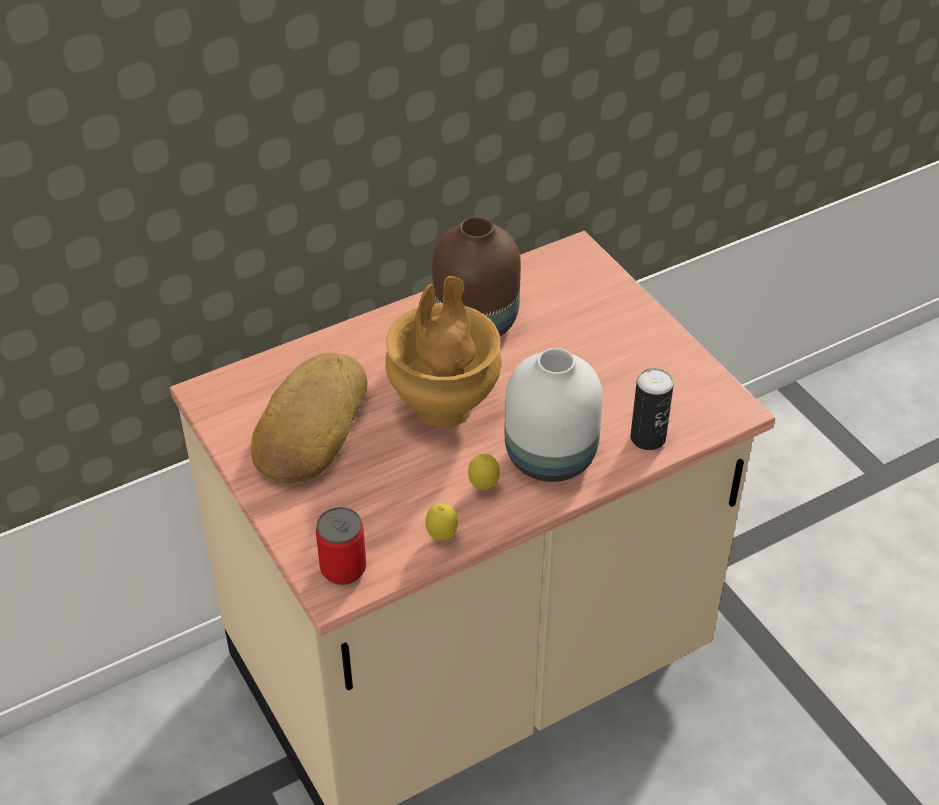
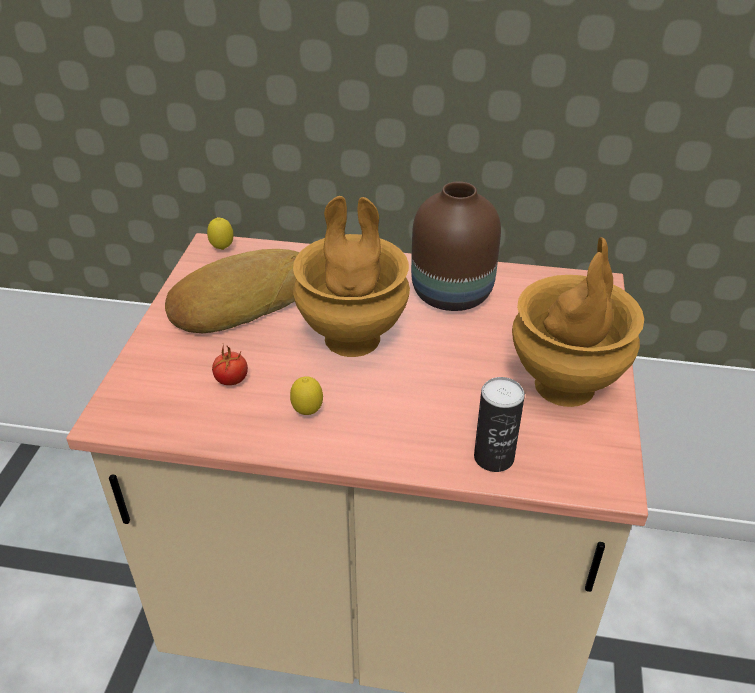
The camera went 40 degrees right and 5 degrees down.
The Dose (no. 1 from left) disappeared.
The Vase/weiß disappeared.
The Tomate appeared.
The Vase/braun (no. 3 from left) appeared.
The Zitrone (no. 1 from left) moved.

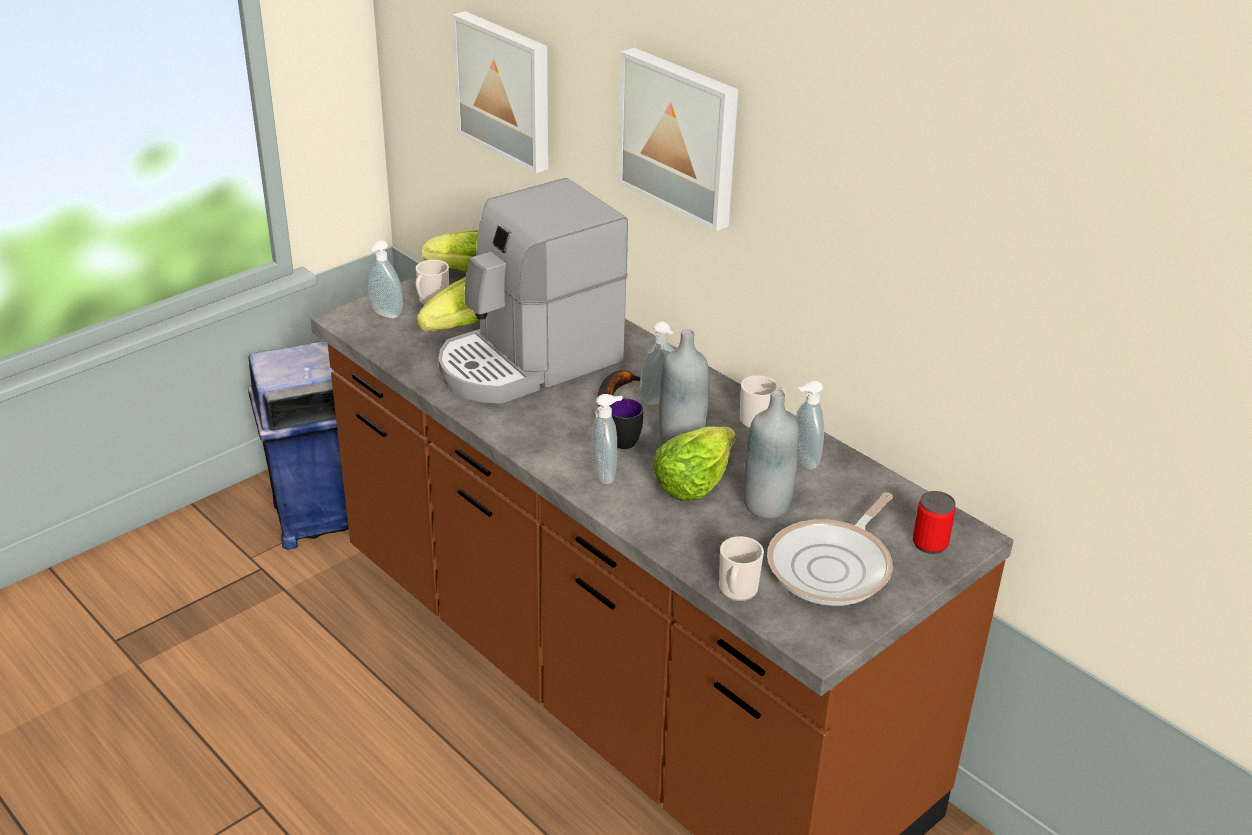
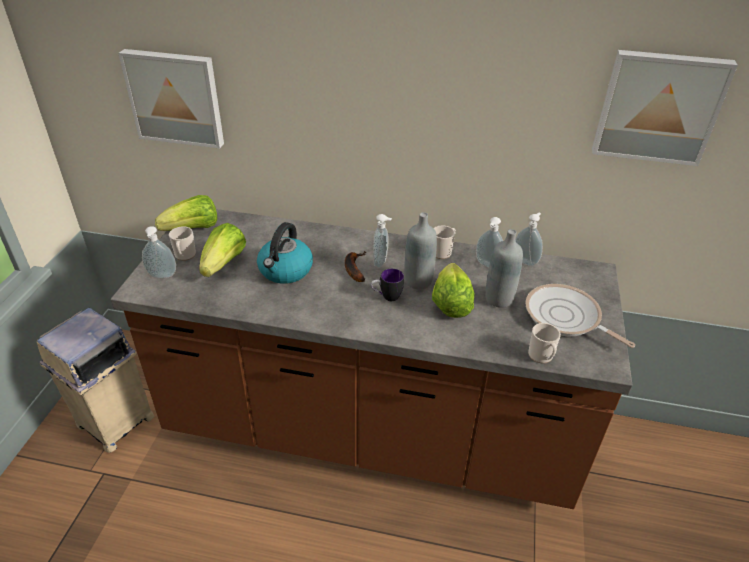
The camera went 35 degrees left and 5 degrees up.
The Dose disappeared.
The Seifenspender (no. 2 from left in the first image) moved.
The Bild (no. 2 from left) moved.
The Kaffeemaschine was replaced by the Wasserkessel.
The Mülleimer/blau became the Mülleimer/beige.
The Pfanne turned 135 degrees clockwise.

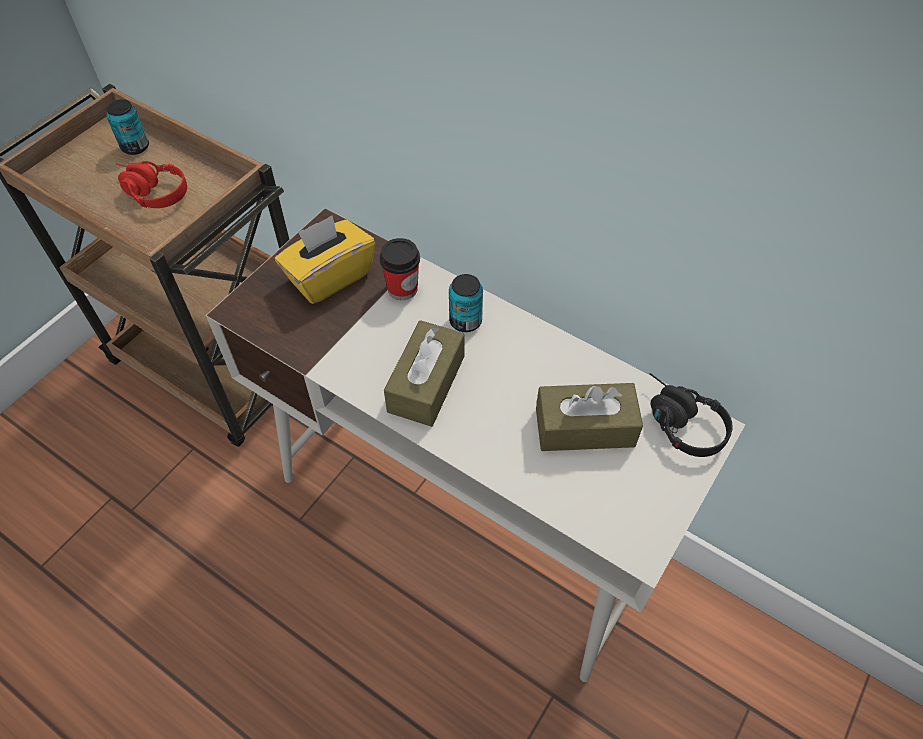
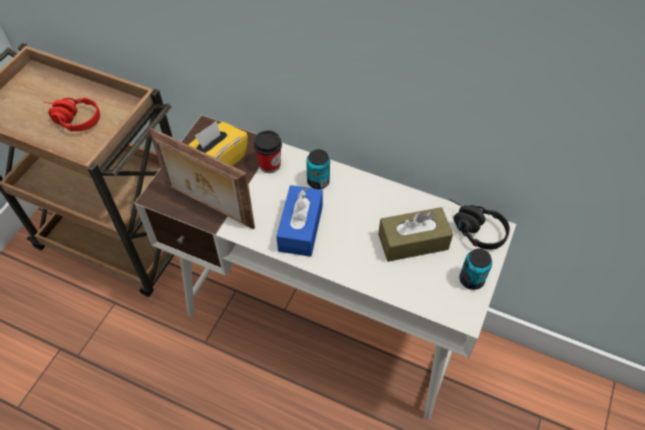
The camera went 10 degrees left and 0 degrees up.
The Bilderrahmen appeared.
The Dose (no. 1 from left in the first image) moved.
The Taschentuchbox/braun (no. 1 from left) became the Taschentuchbox/blau.

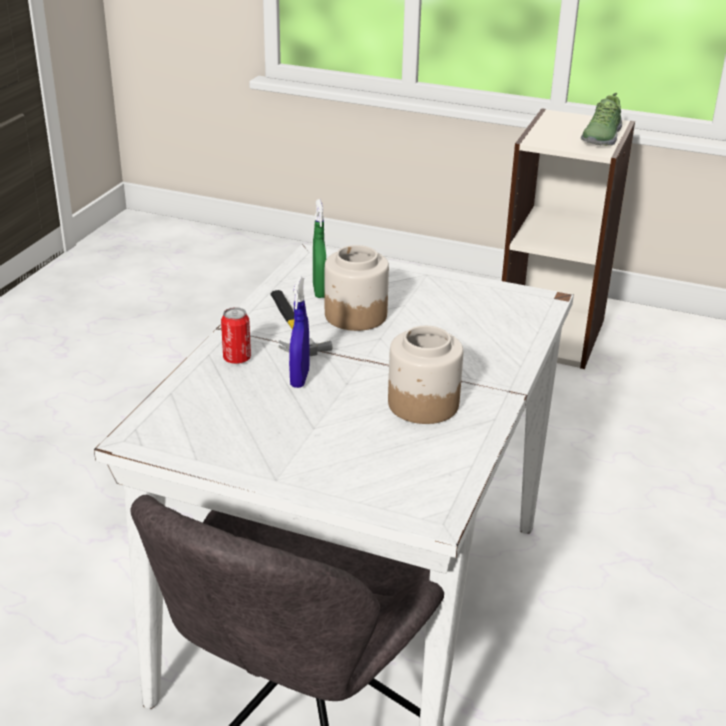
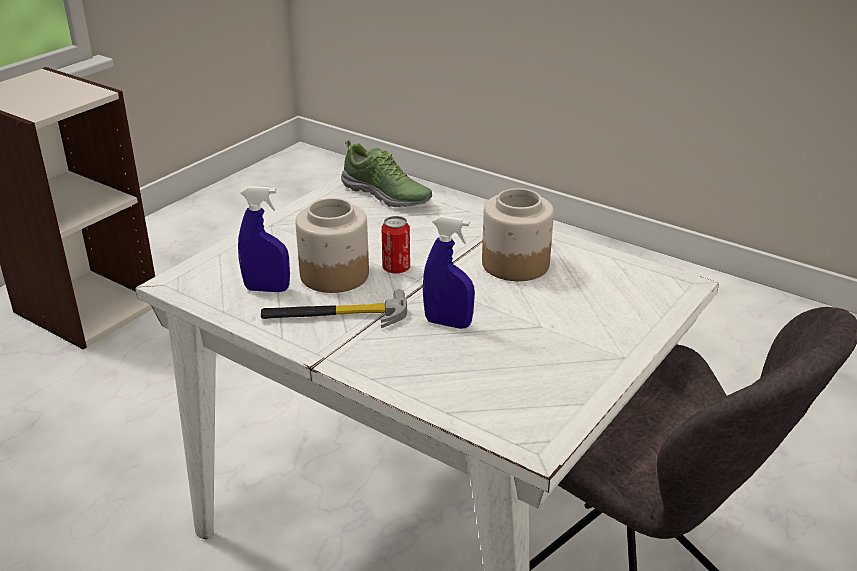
The camera went 75 degrees left and 0 degrees up.
The Dose moved.
The Schuh moved.
The Sprühflasche/grün became the Sprühflasche/blau (no. 1 from left).

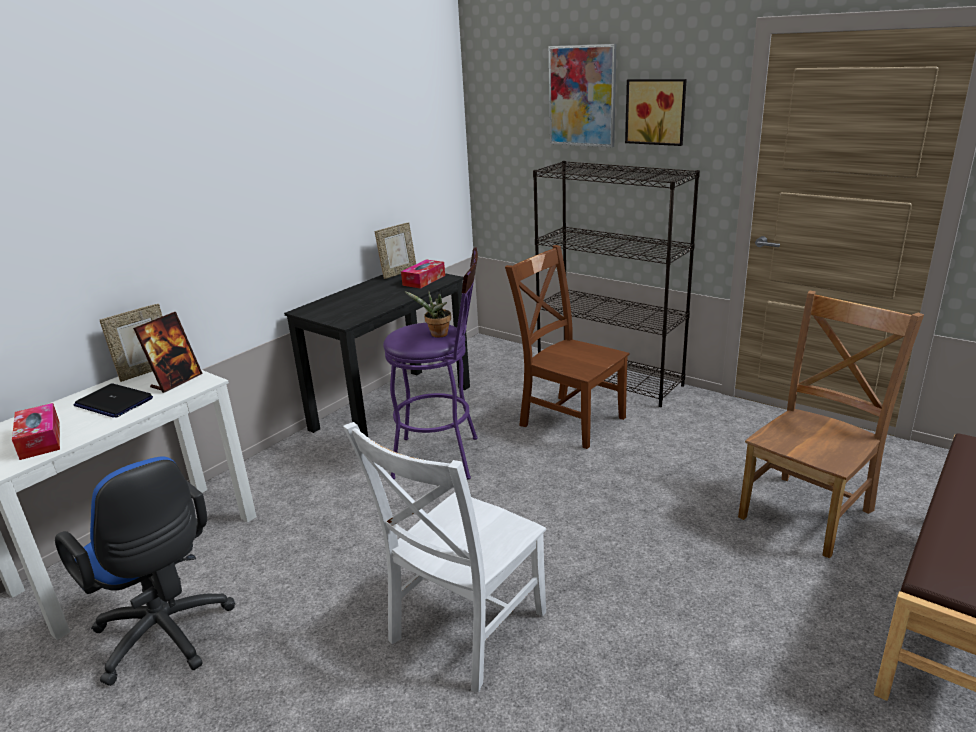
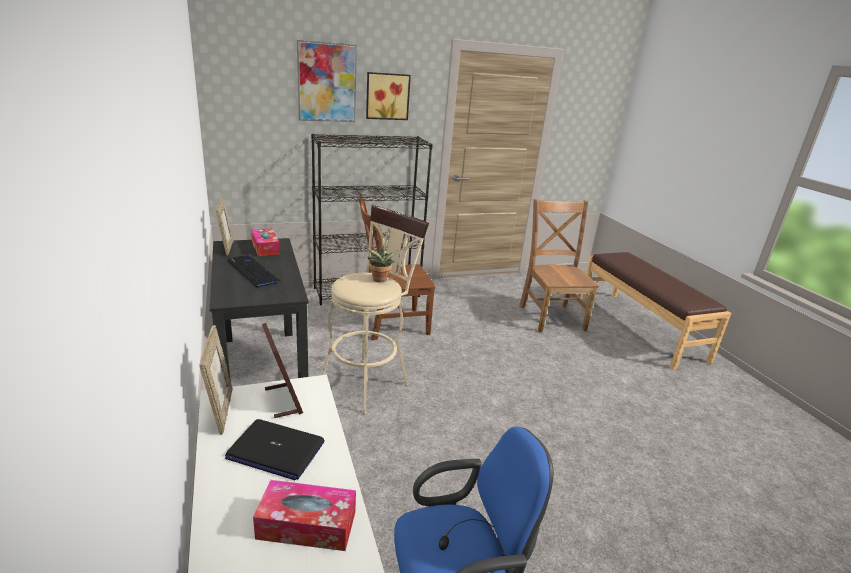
The camera went 60 degrees left and 0 degrees up.
The Stuhl/weiß disappeared.
The Tastatur appeared.
The Hocker/lila became the Hocker/beige.
The Laptop turned 45 degrees clockwise.

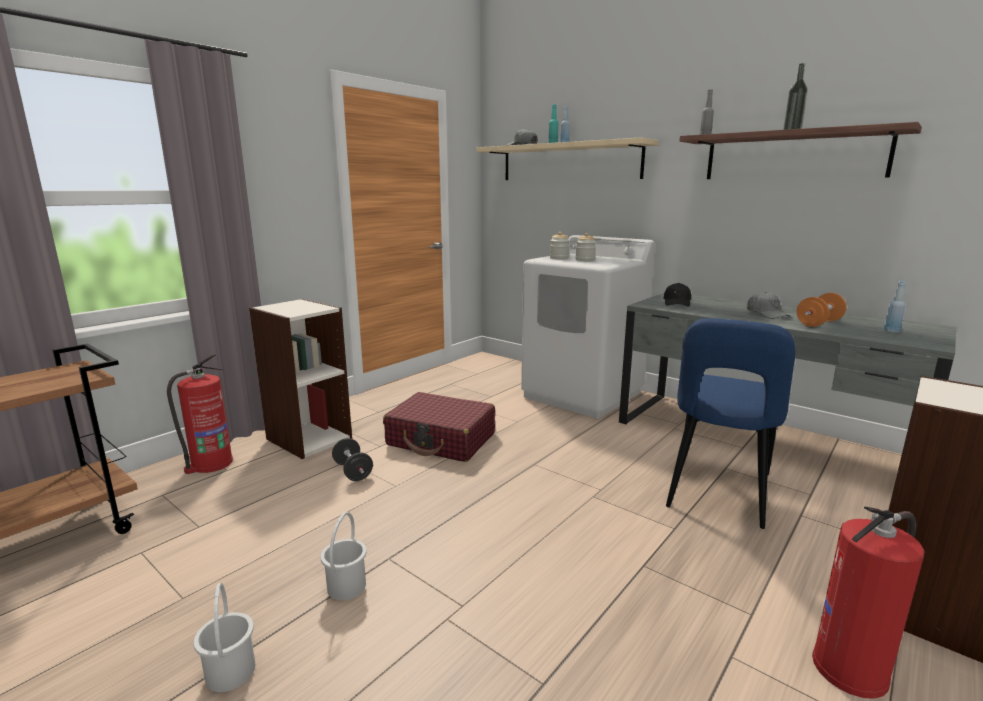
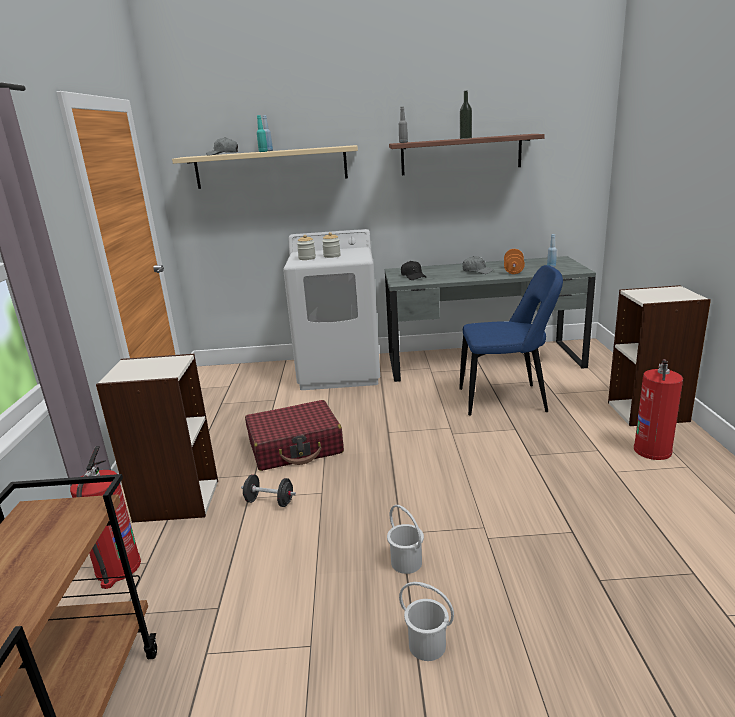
The camera went 40 degrees left and 5 degrees up.
The Stuhl/blau turned 75 degrees counterclockwise.

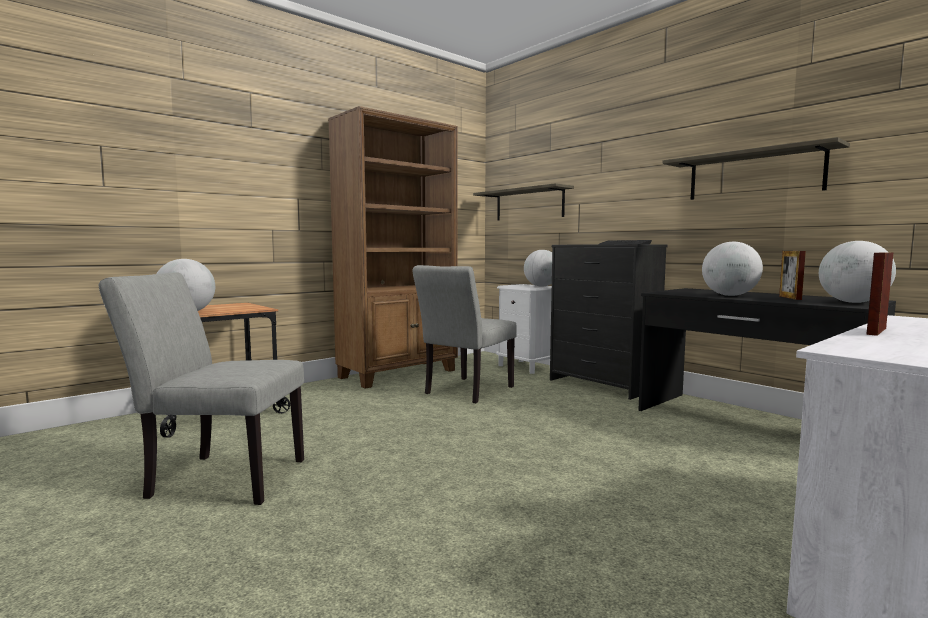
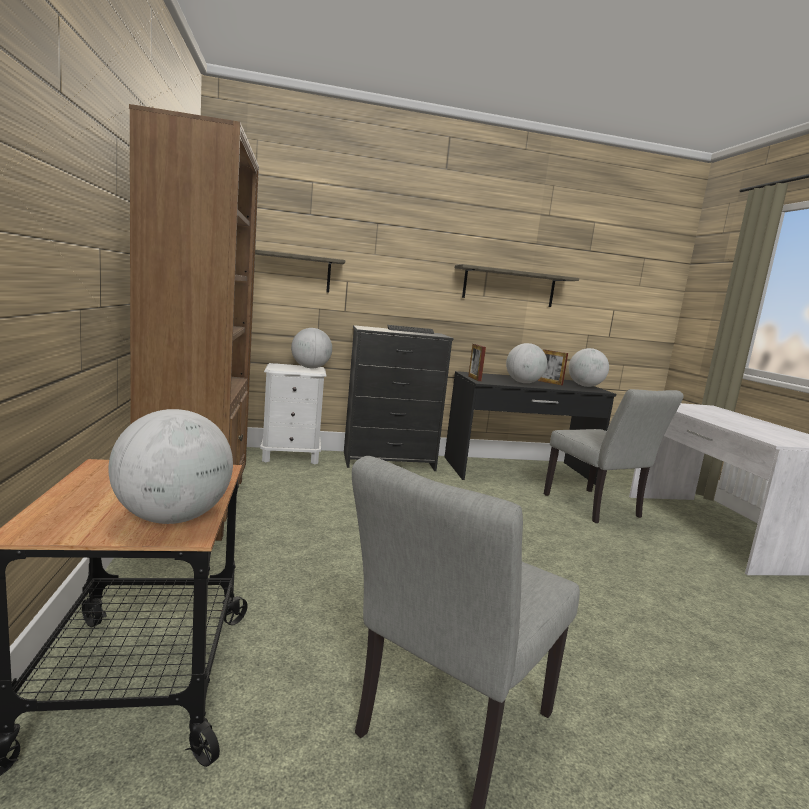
The camera went 60 degrees left and 5 degrees up.
The Stuhl/grau (no. 2 from left) moved.
The Bilderrahmen (no. 2 from left in the first image) moved.

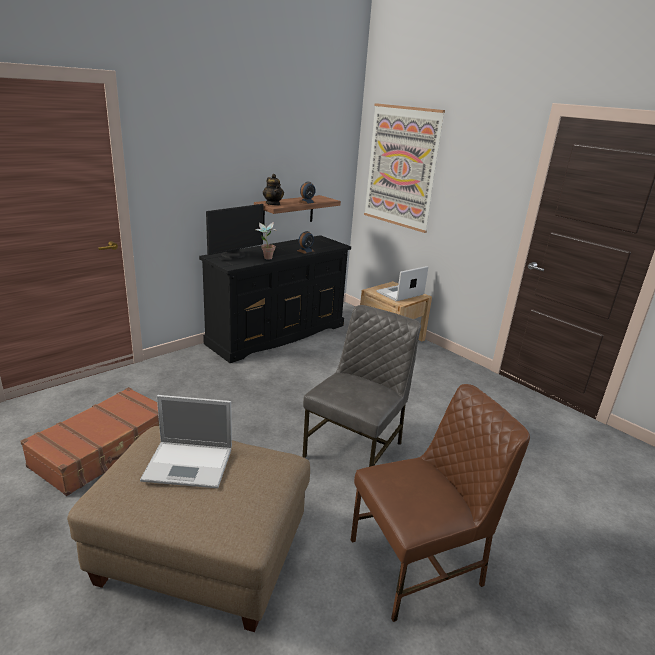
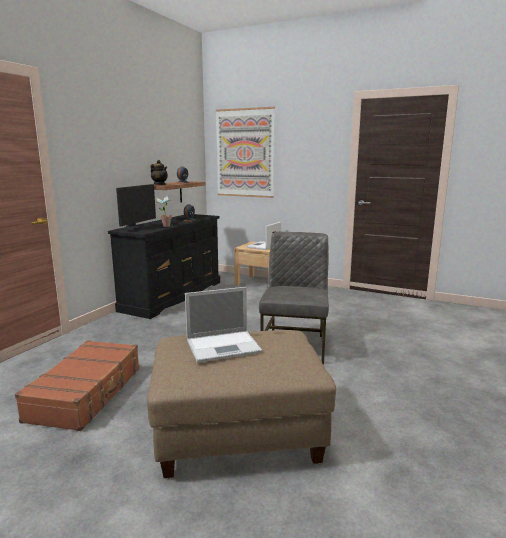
The camera went 20 degrees left and 10 degrees down.
The Stuhl/braun disappeared.

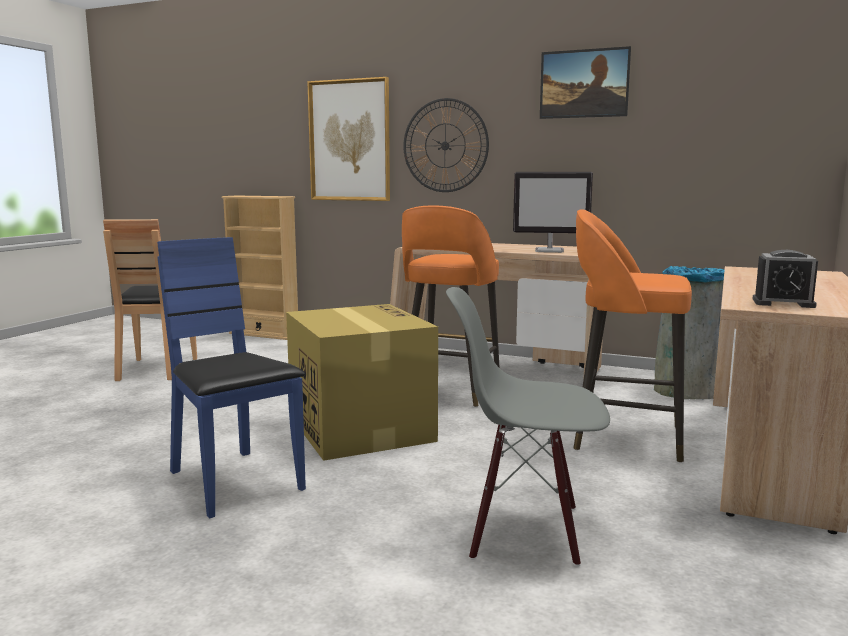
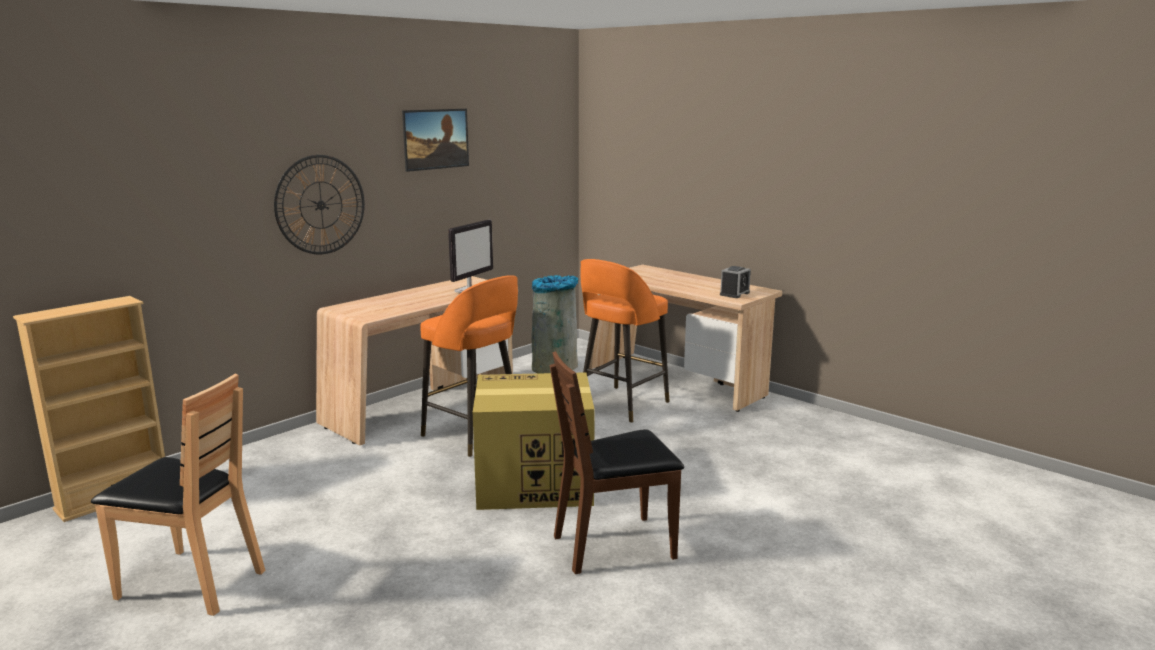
The camera went 70 degrees left and 5 degrees up.
The Bild (no. 1 from left) disappeared.
The Stuhl/grau disappeared.
The Stuhl/blau became the Stuhl/braun (no. 2 from left).

